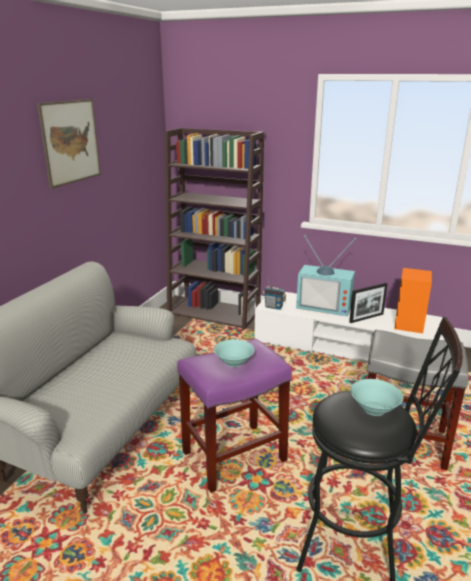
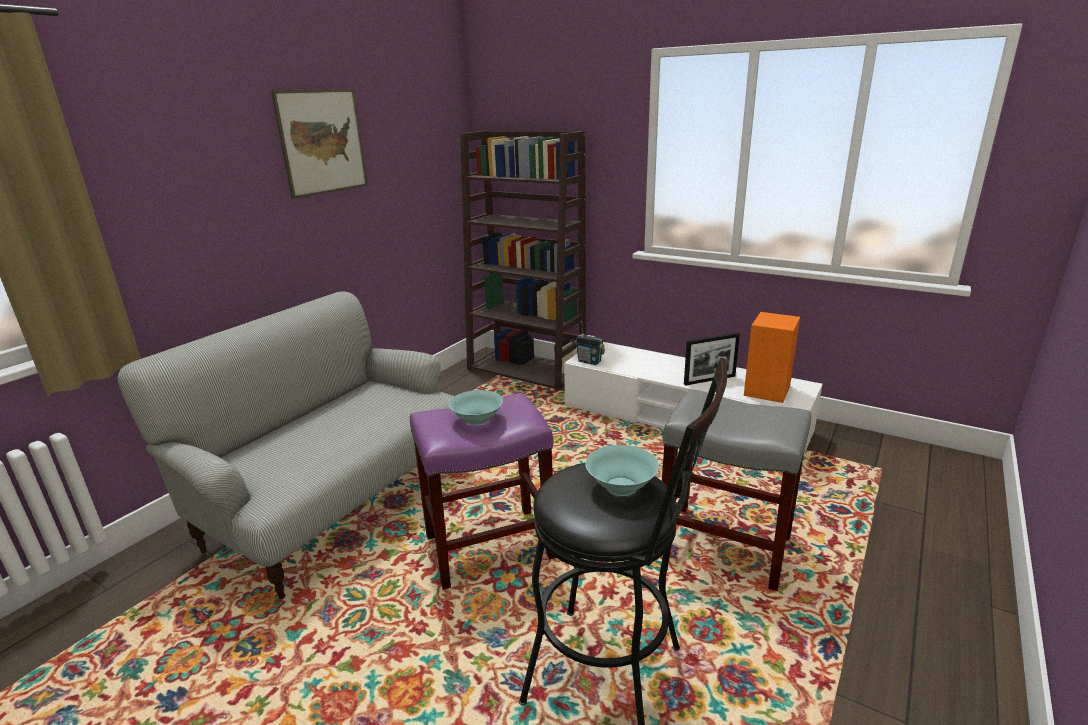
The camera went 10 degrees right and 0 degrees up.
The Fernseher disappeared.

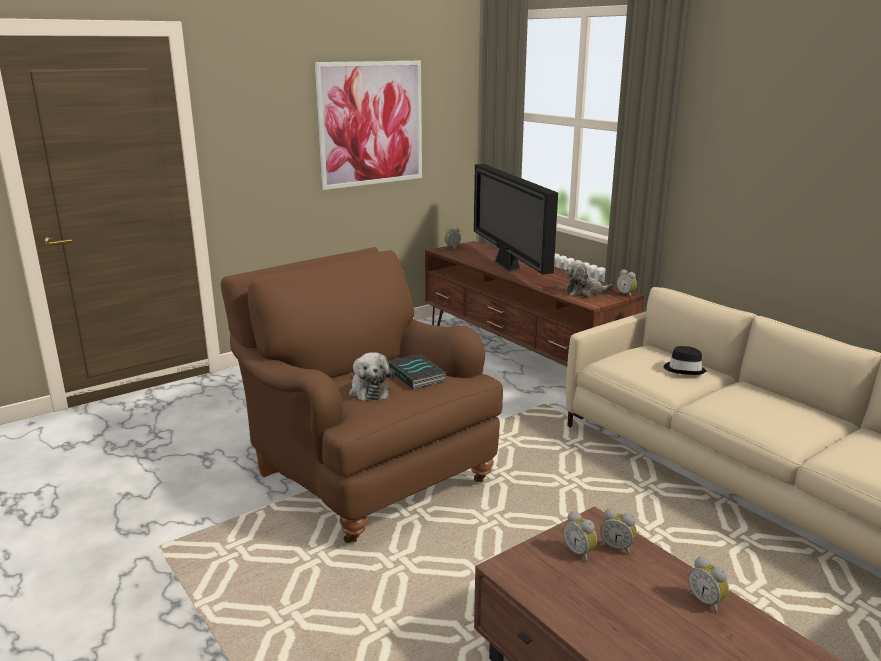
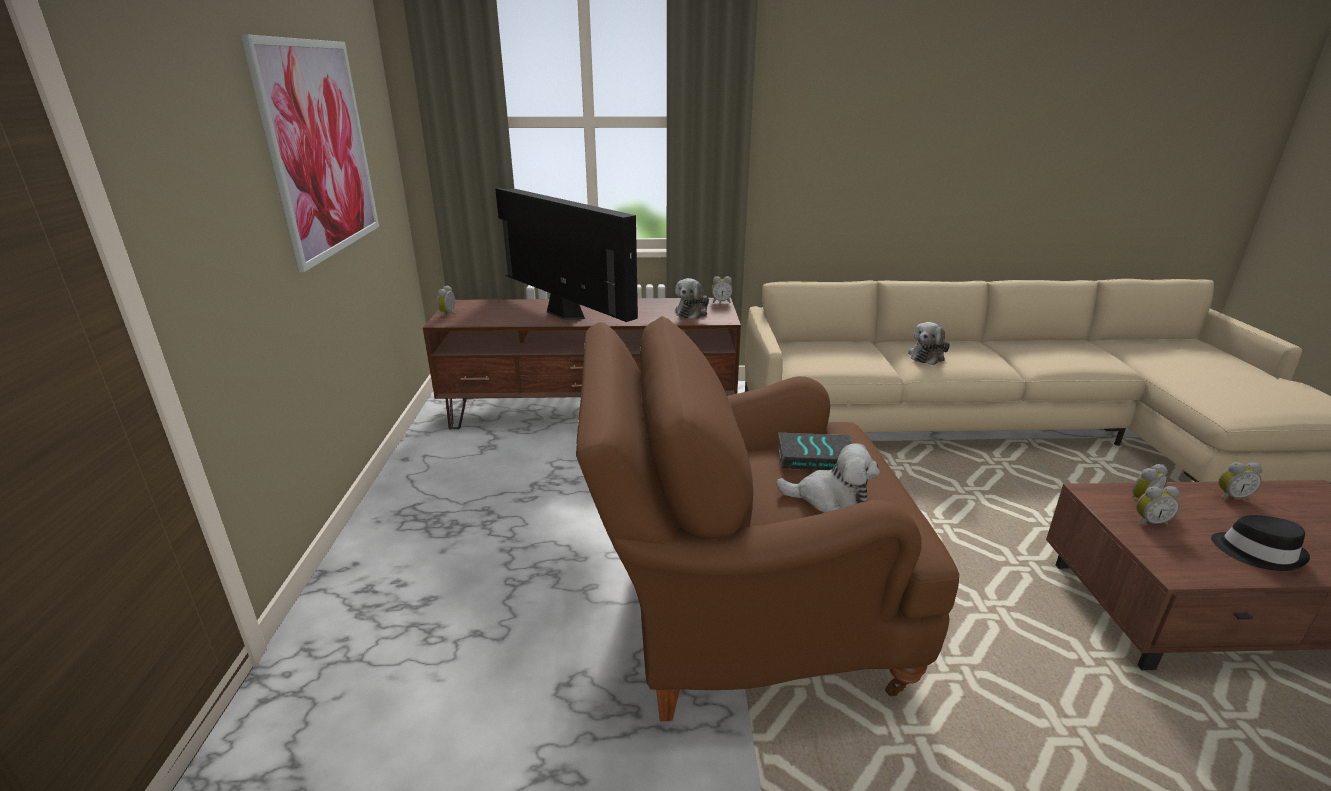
The camera went 55 degrees left and 5 degrees up.
The Plüschtier (no. 3 from left) appeared.
The Hut/schwarz moved.
The Fernseher turned 150 degrees counterclockwise.

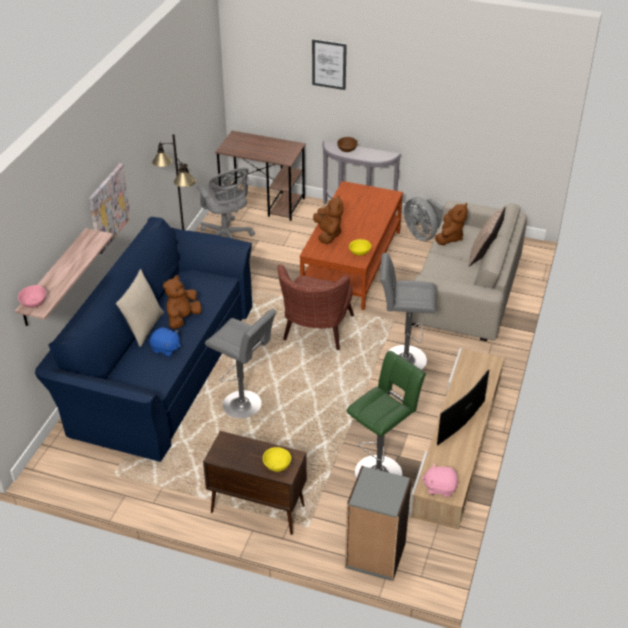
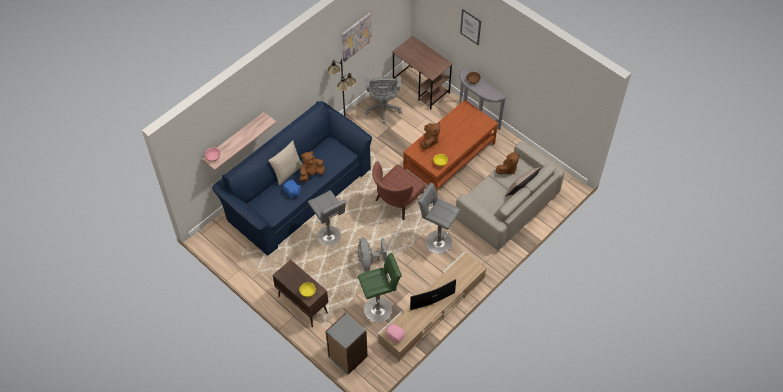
The camera went 25 degrees right and 15 degrees up.
The Bild (no. 1 from left) moved.
The Ventilator/grau moved.

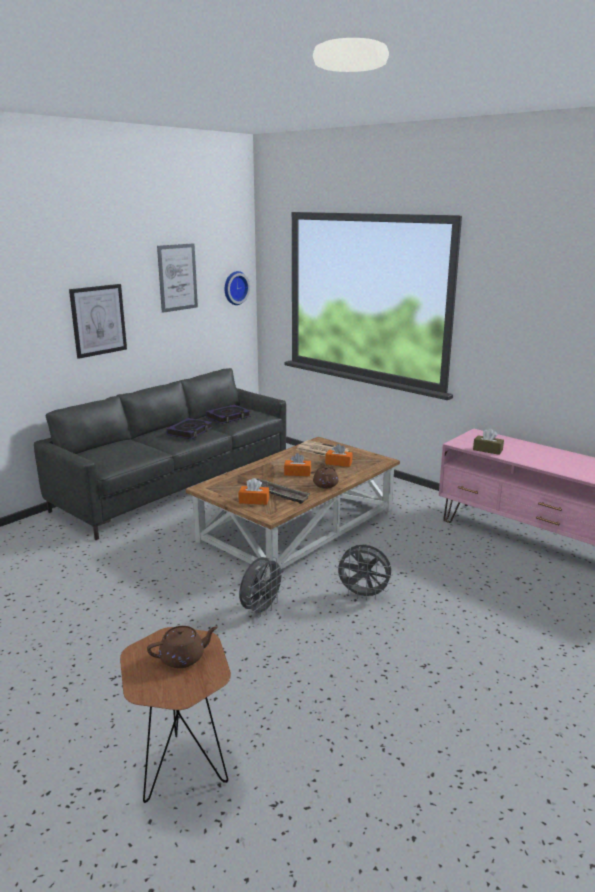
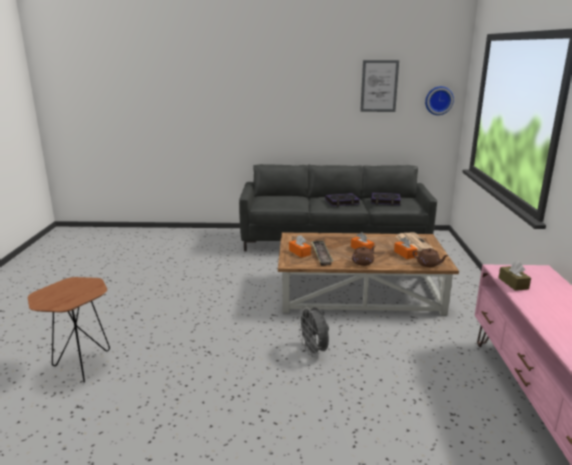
The camera went 50 degrees right and 0 degrees up.
The Bild (no. 1 from left) disappeared.
The Ventilator/grau (no. 1 from left) disappeared.
The Teekanne/braun (no. 1 from left in the first image) moved.

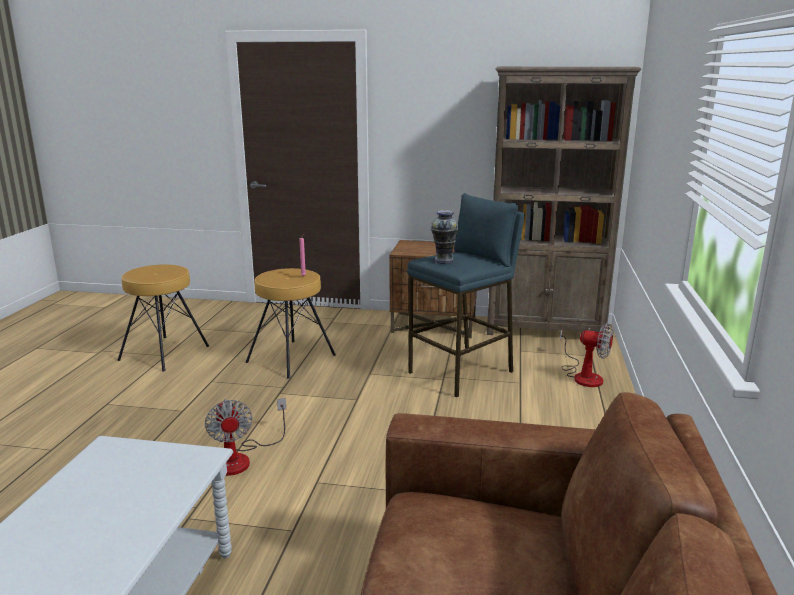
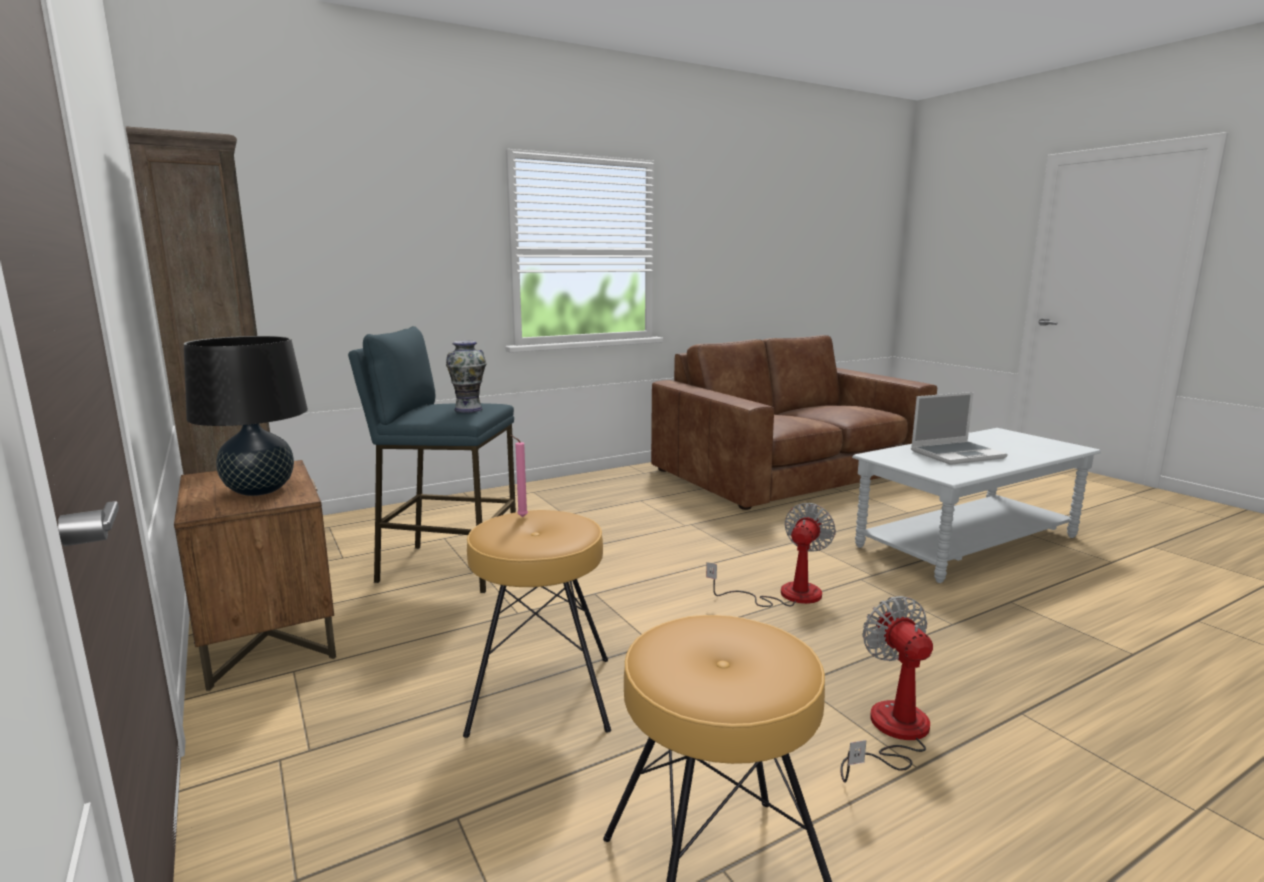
The camera went 130 degrees left and 5 degrees down.
The Tischlampe/schwarz appeared.
The Laptop appeared.
The Ventilator (no. 2 from left) moved.

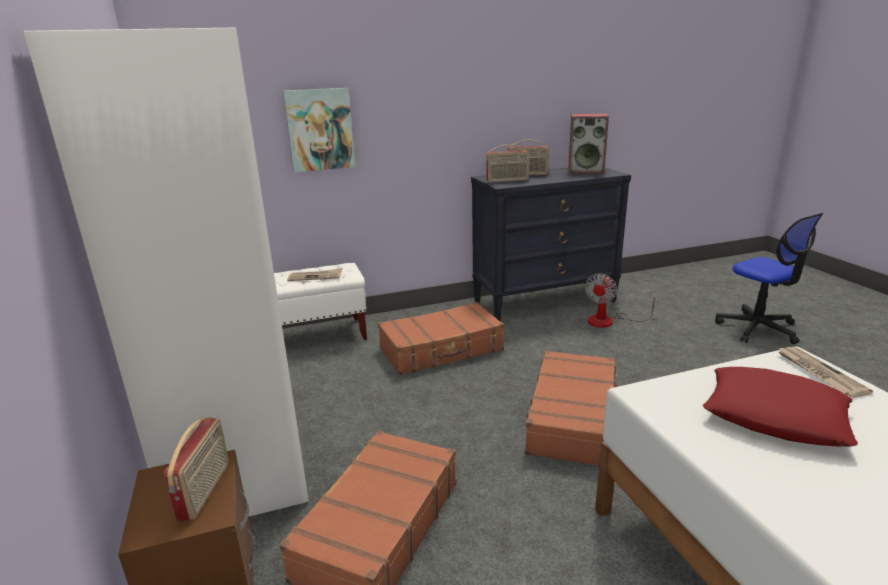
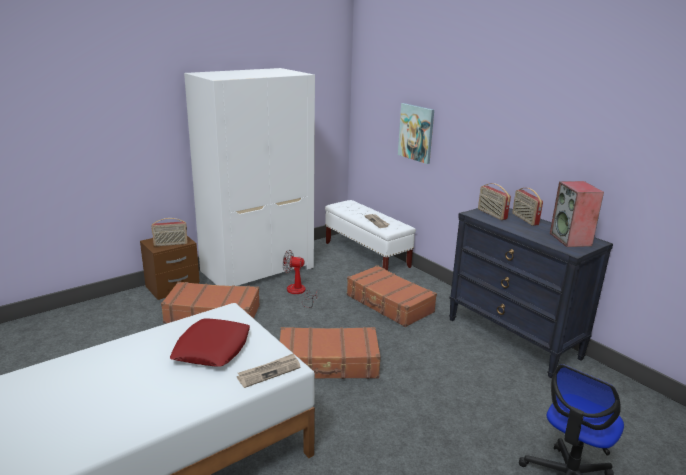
The camera went 70 degrees right and 0 degrees up.
The Ventilator moved.

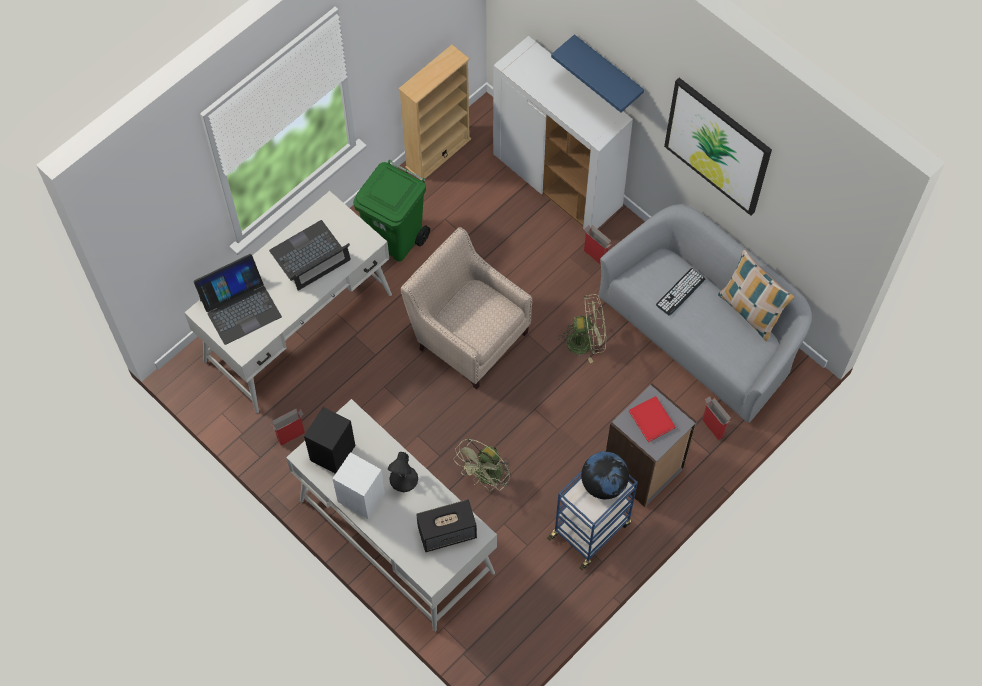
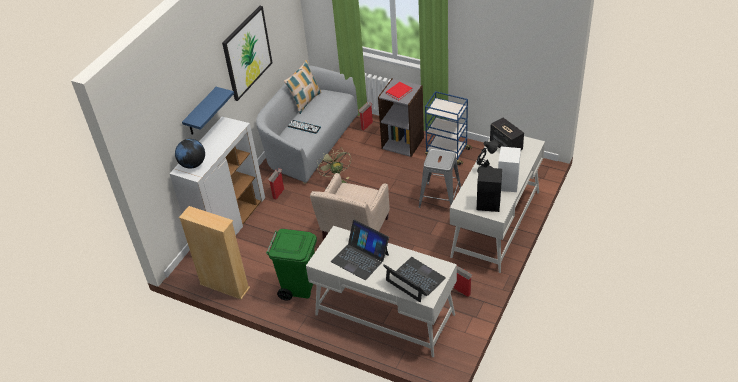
The camera went 105 degrees left and 20 degrees down.
The Globus moved.
The Ventilator/grün (no. 1 from left) was replaced by the Hocker/grau.

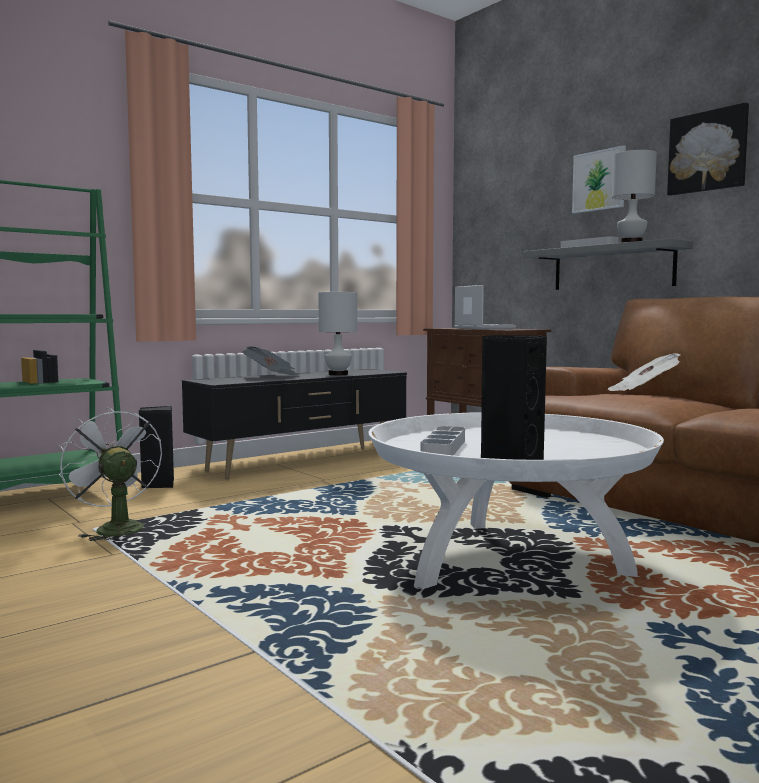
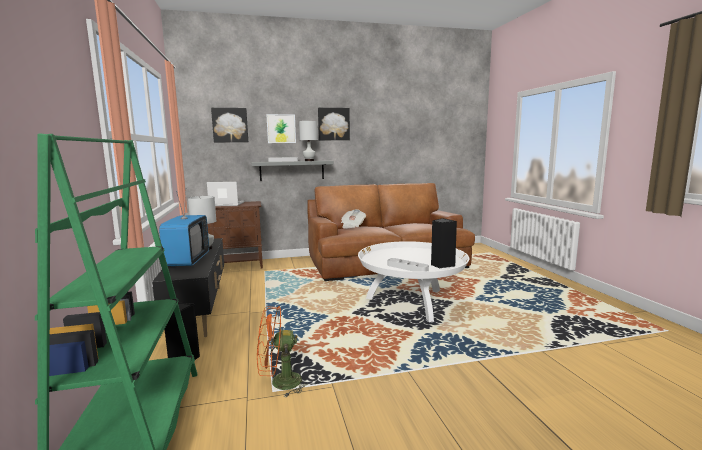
The camera went 65 degrees left and 5 degrees up.
The Bild (no. 1 from left) appeared.
The Zeitung (no. 1 from left) was replaced by the Fernseher.
The Ventilator/weiß became the Ventilator/orange.

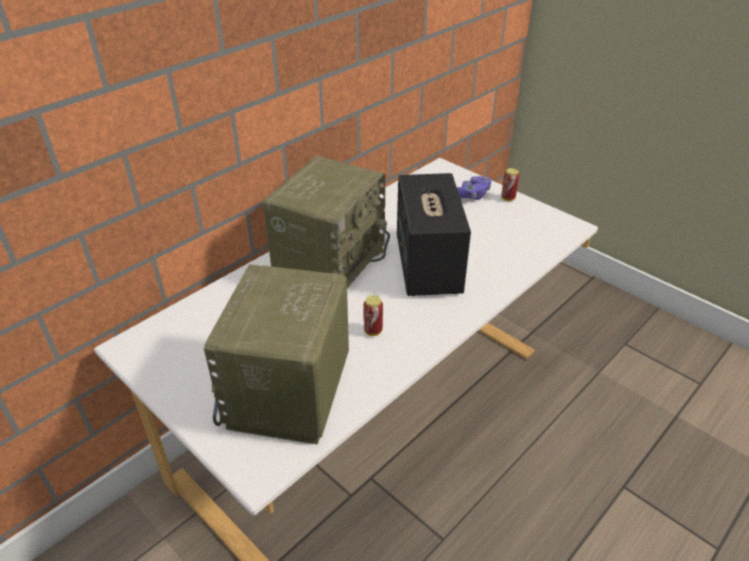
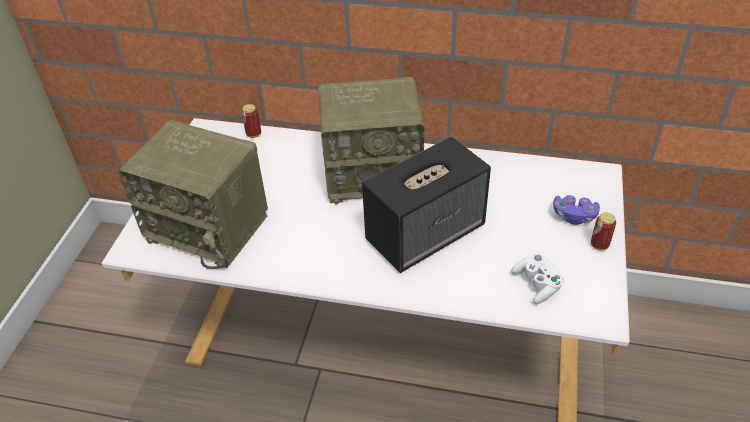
The camera went 60 degrees right and 5 degrees up.
The Gamepad/weiß appeared.
The Dose (no. 1 from left) moved.
The Radio (no. 1 from left) turned 135 degrees counterclockwise.

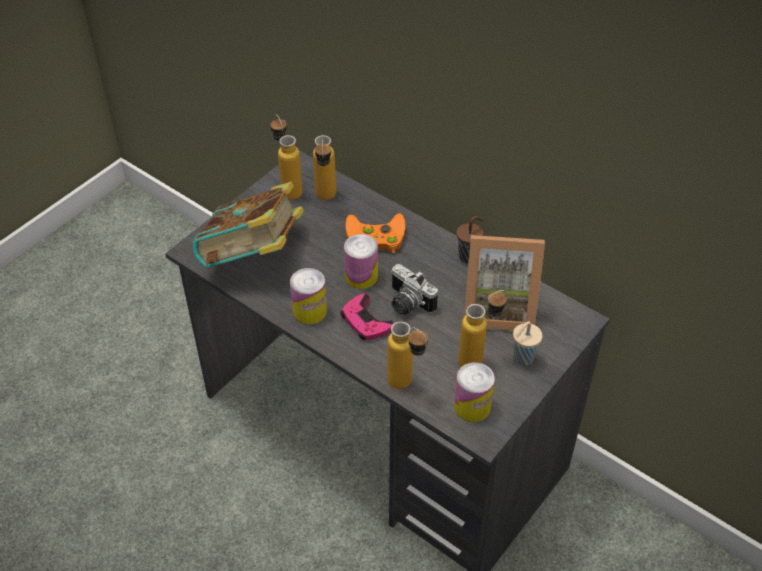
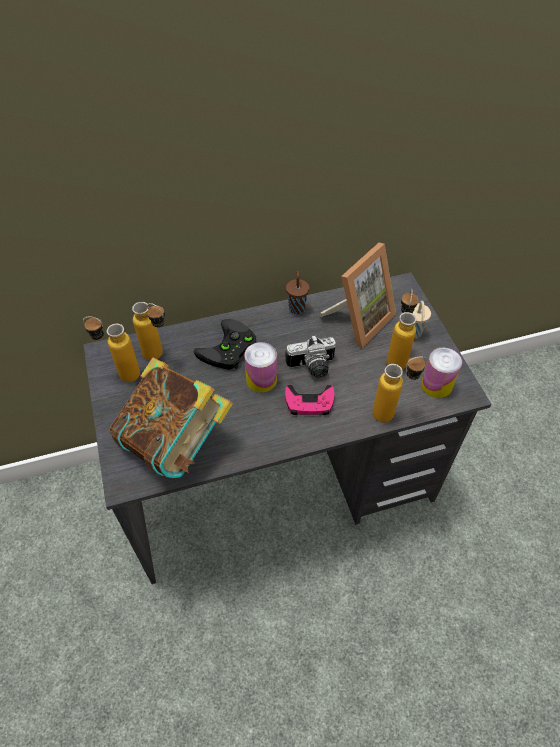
The camera went 55 degrees left and 5 degrees up.
The Dose (no. 1 from left) disappeared.
The Gamepad/orange became the Gamepad/schwarz.

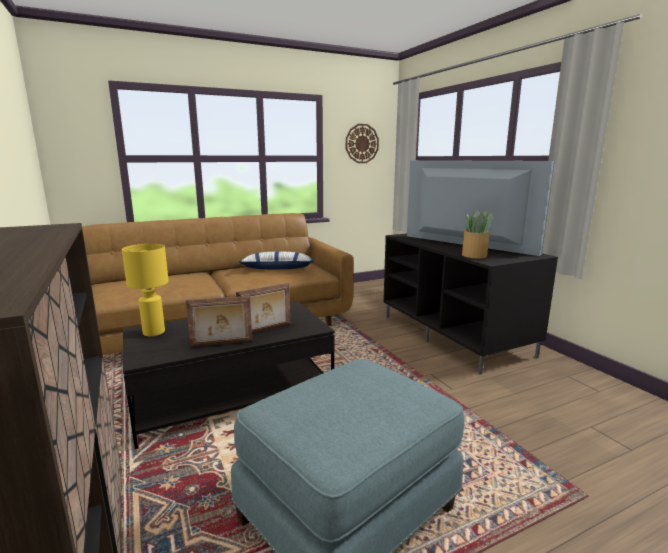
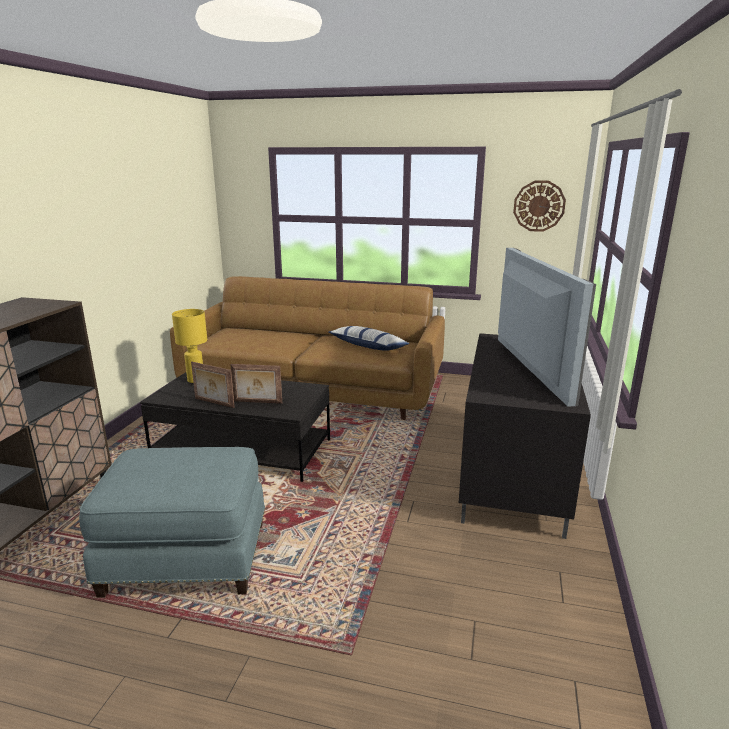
The camera went 40 degrees right and 5 degrees up.
The Topfpflanze disappeared.

